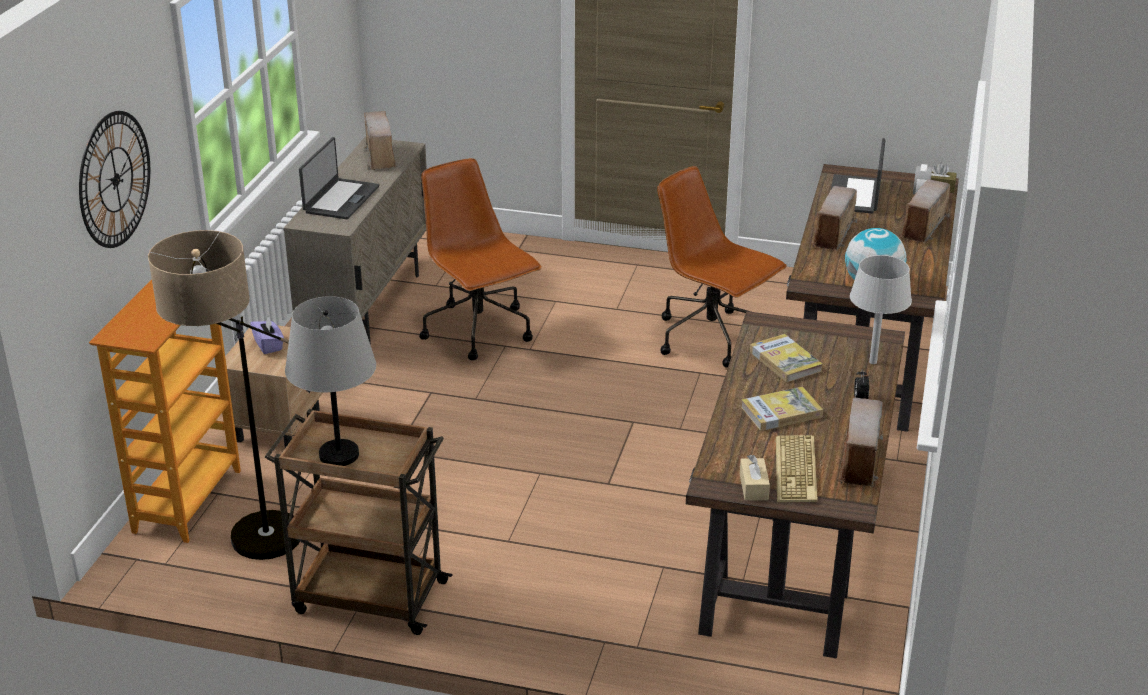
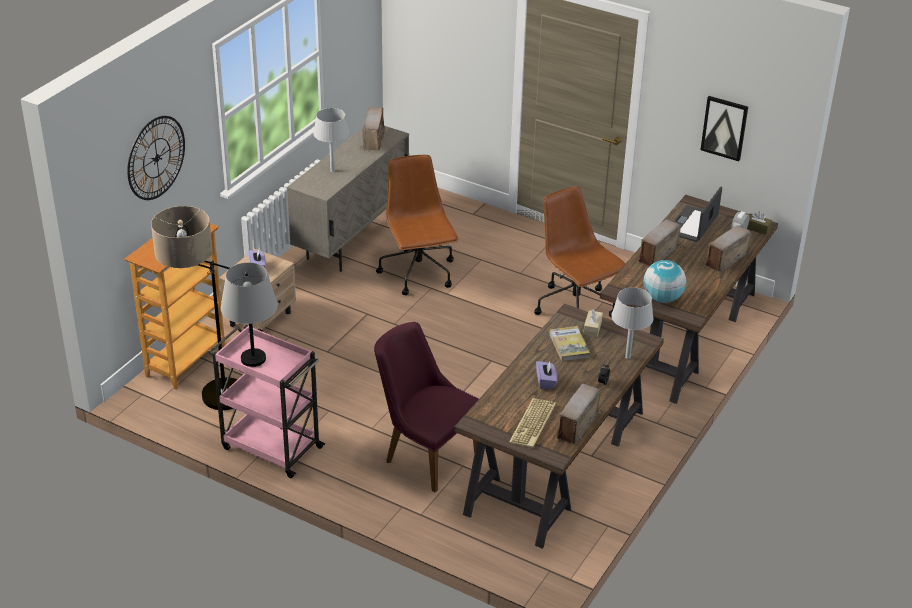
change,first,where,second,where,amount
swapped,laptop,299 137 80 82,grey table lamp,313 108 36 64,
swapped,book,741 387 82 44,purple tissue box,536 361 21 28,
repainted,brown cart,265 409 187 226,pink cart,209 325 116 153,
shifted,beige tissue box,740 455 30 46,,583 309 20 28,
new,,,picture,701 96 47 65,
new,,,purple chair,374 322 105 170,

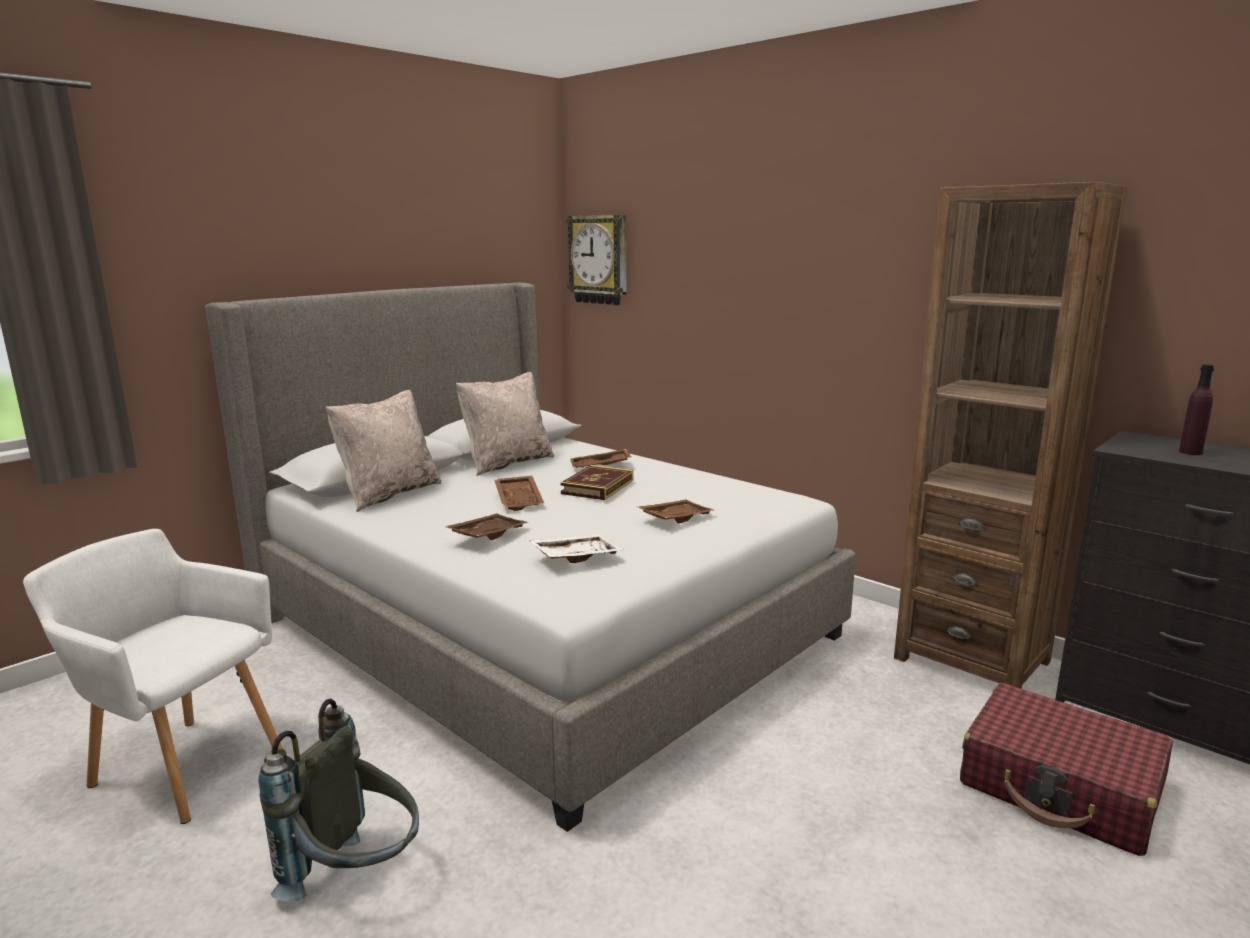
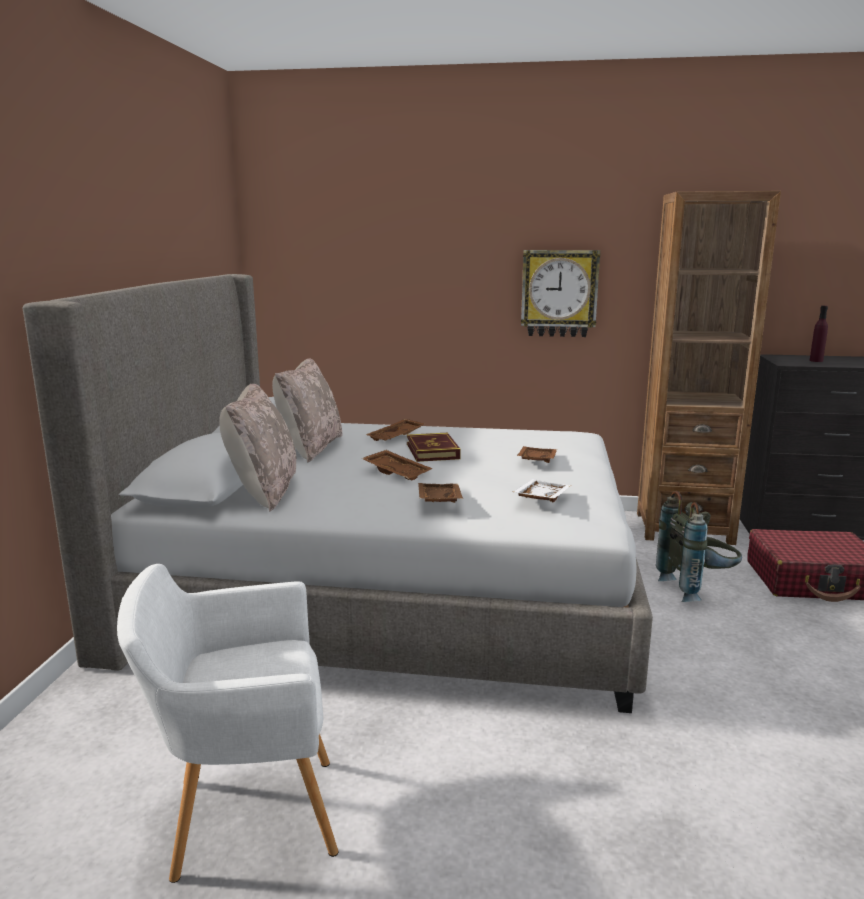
change,first,where,second,where,amount
shifted,wall clock,566 215 60 90,,521 250 79 87,
shifted,grey backpack,259 698 160 204,,656 491 86 111,

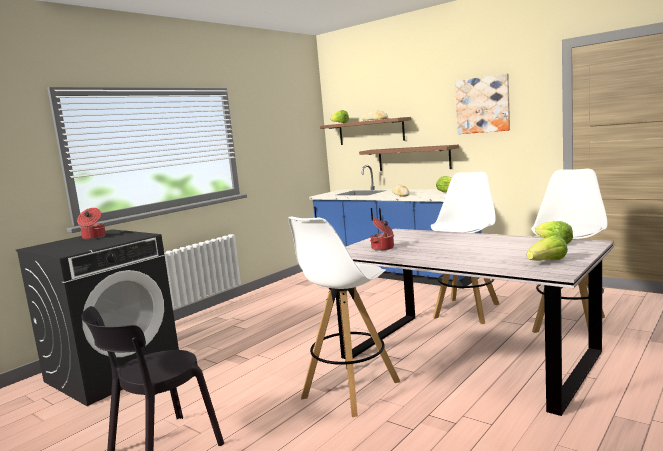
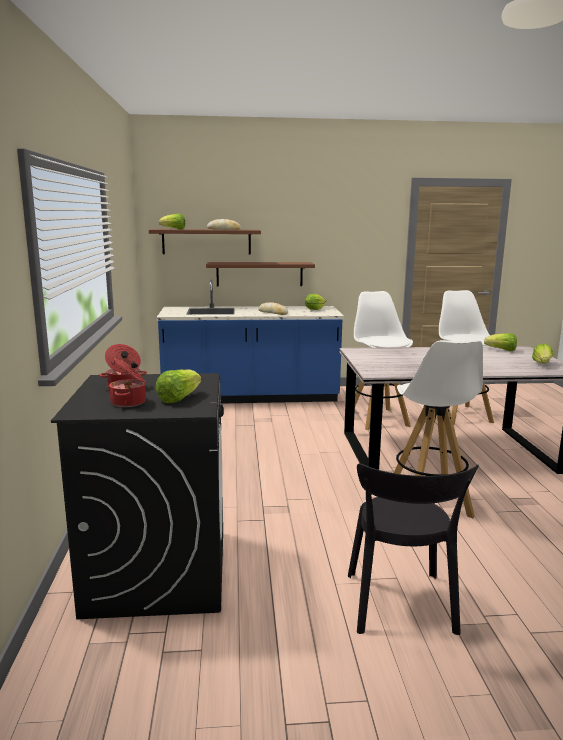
change,first,where,second,where,amount
gone,picture,455 74 55 60,,,
shifted,cooking pot,370 218 24 33,,108 358 38 49,
new,,,lettuce,156 369 45 34,

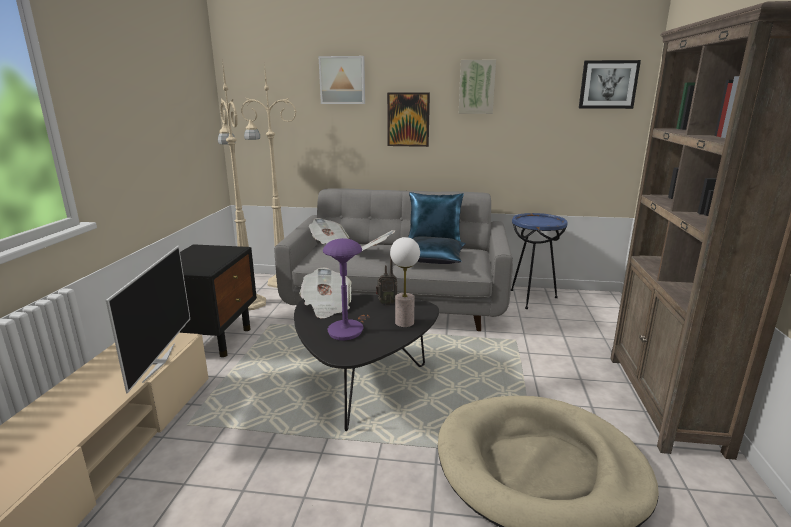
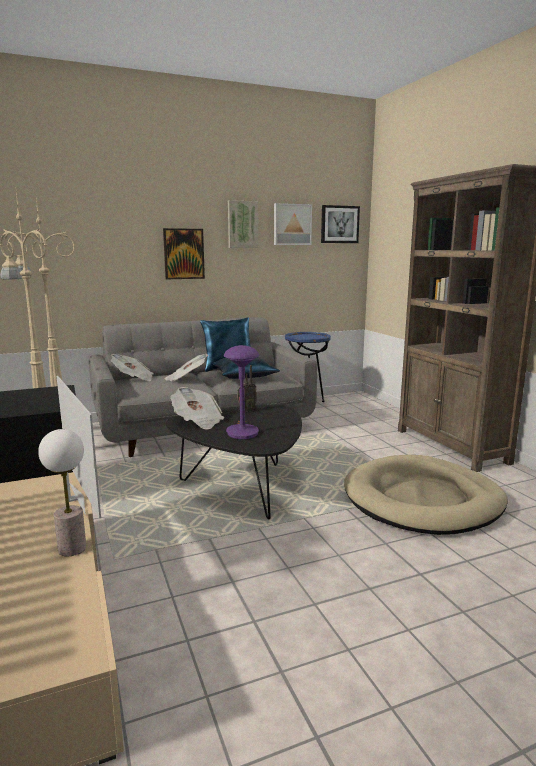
change,first,where,second,where,amount
shifted,picture,319 56 46 48,,274 203 38 42,
shifted,table lamp,390 237 30 90,,38 429 48 127,

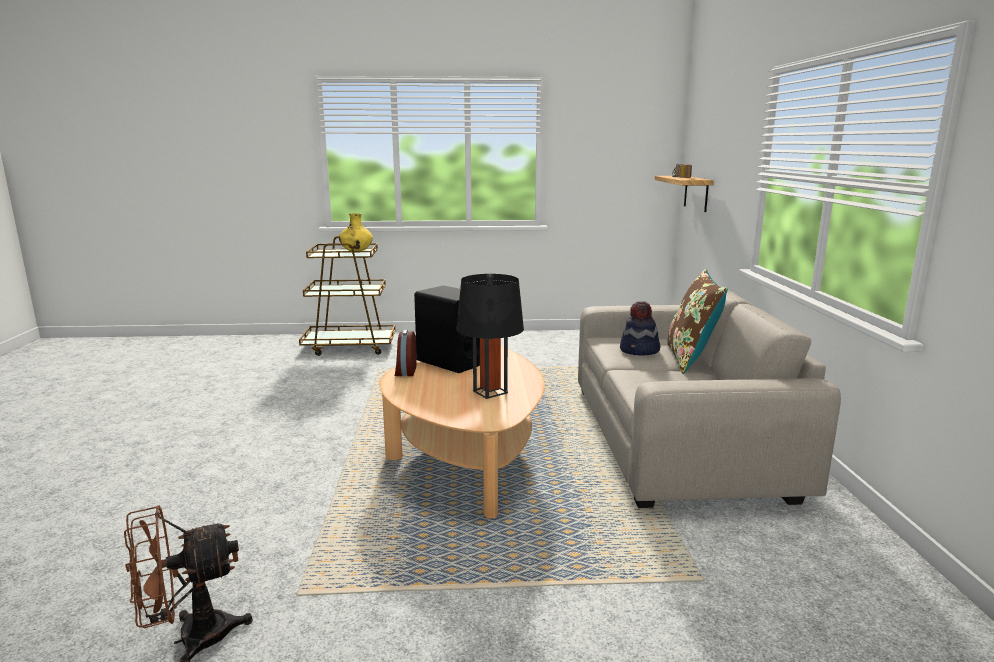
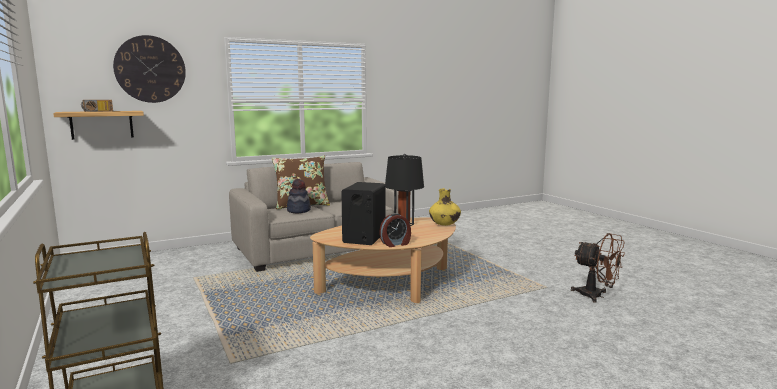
change,first,where,second,where,amount
shifted,yellow vase,339 213 34 38,,429 188 32 38,
new,,,wall clock,113 35 73 68,

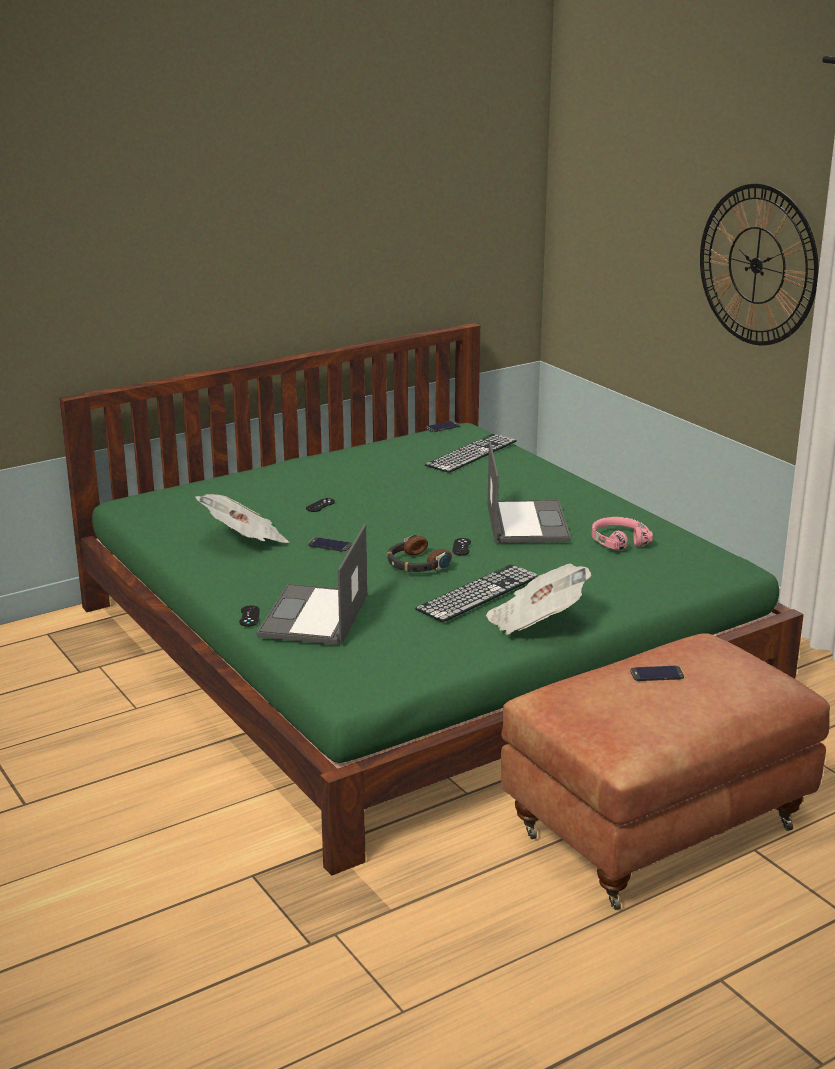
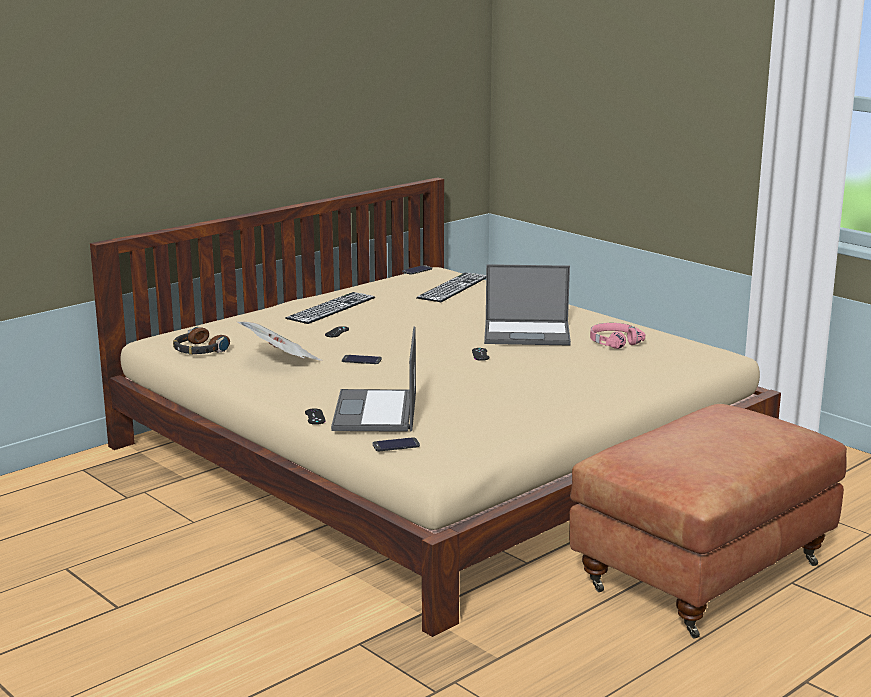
change,first,where,second,where,amount
gone,wall clock,700 184 118 161,,,
repainted,green bed,59 323 745 553,beige bed,90 177 691 460,
rotated,laptop,487 441 84 102,,484 264 87 82,105 degrees clockwise
shifted,headphones,387 535 65 37,,173 327 57 28,
gone,newspaper,486 563 105 72,,,
shifted,keyboard,415 565 124 57,,285 292 90 32,
shifted,phone,630 666 54 15,,373 437 47 14,

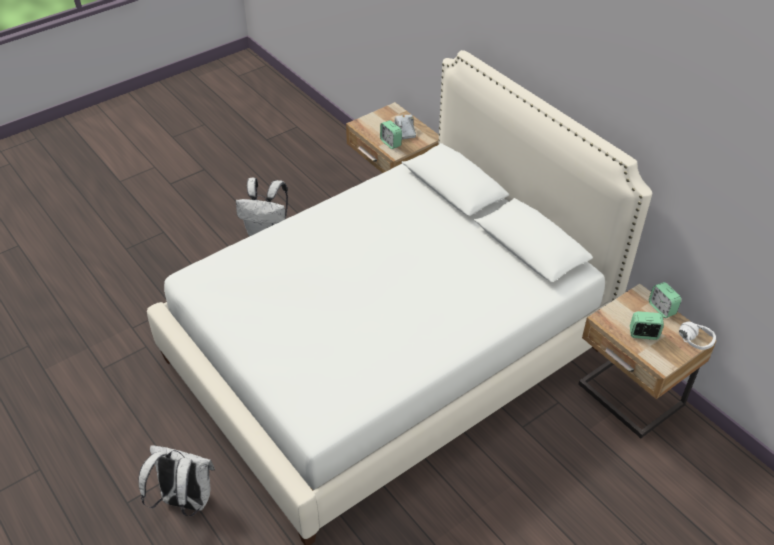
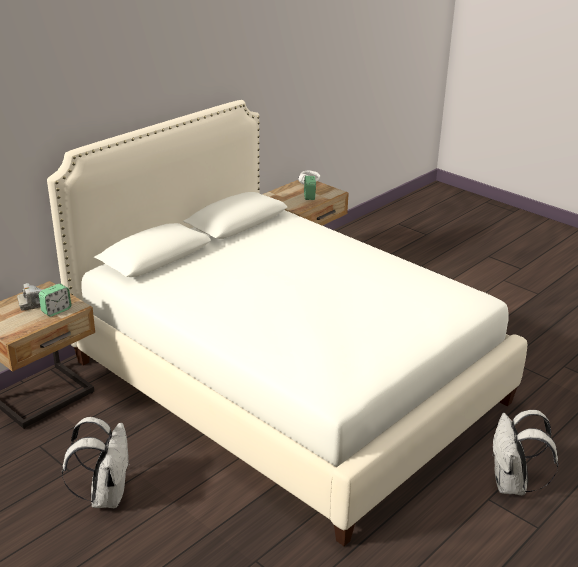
change,first,where,second,where,amount
gone,alarm clock,649 282 33 36,,,

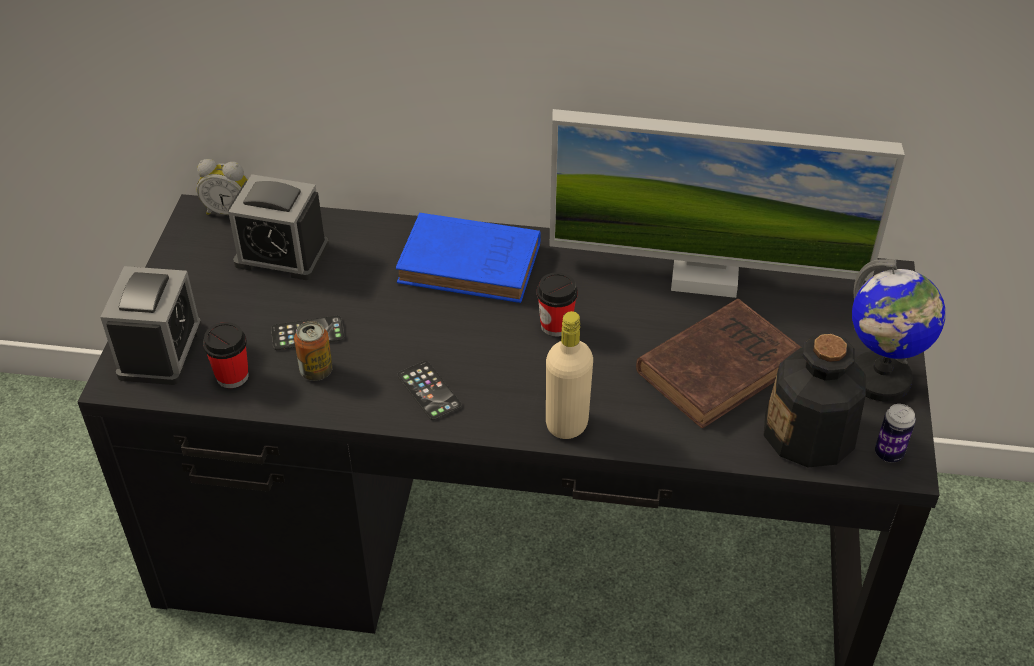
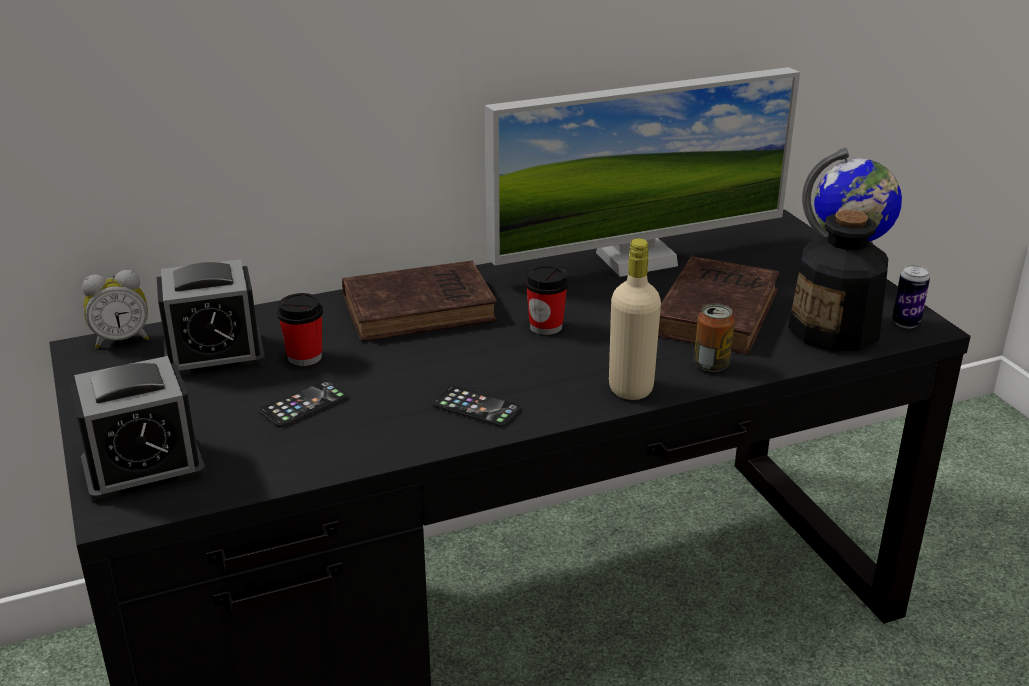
change,first,where,second,where,amount
repainted,blue book,396 213 145 90,brown book,342 260 155 81,
rotated,alarm clock,100 266 102 119,,70 356 136 148,90 degrees clockwise
shifted,can,294 321 39 60,,694 303 41 69,
shifted,cup,203 322 46 66,,277 293 46 73,

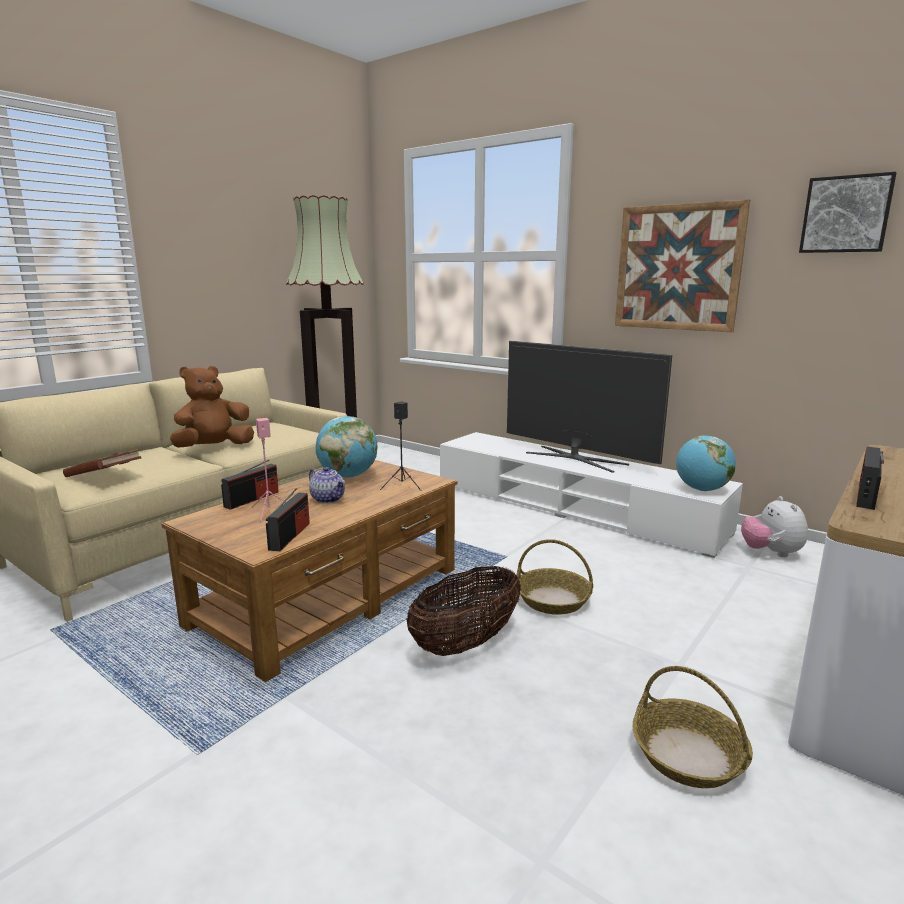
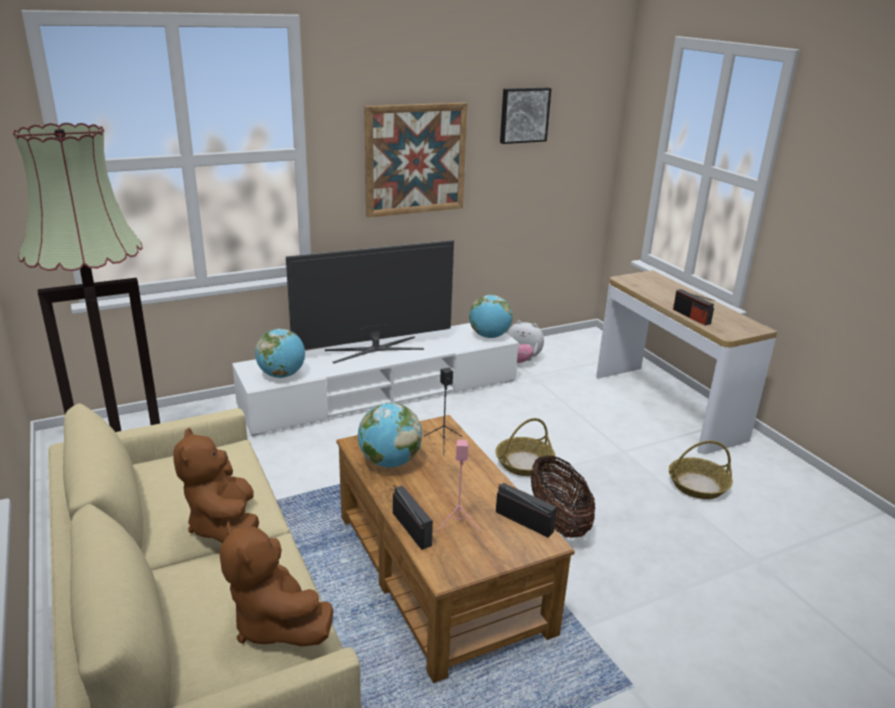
change,first,where,second,where,amount
swapped,brown book,63 448 78 29,brown plush toy,219 522 114 125,
gone,teapot,309 467 36 36,,,
new,,,globe,255 329 50 49,

